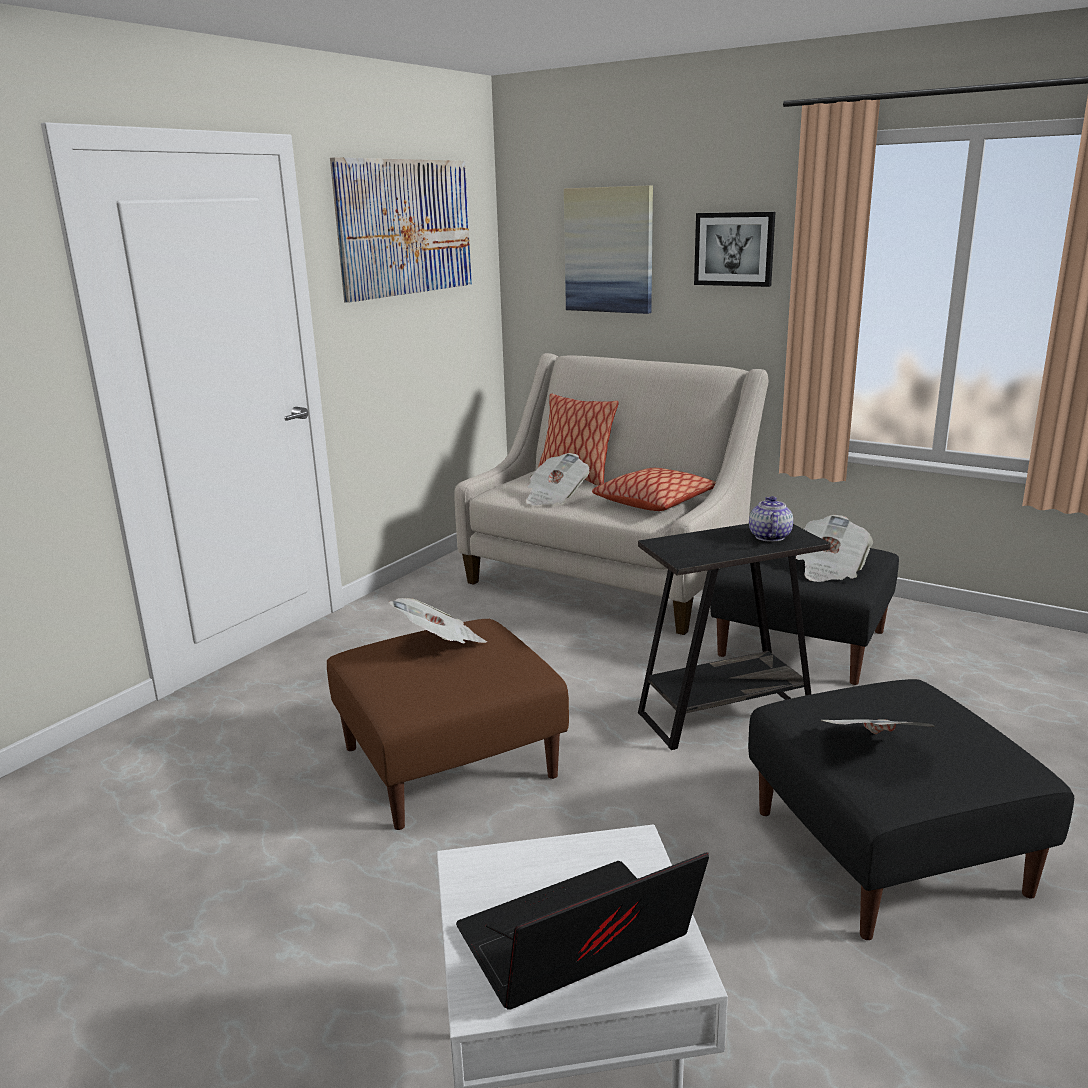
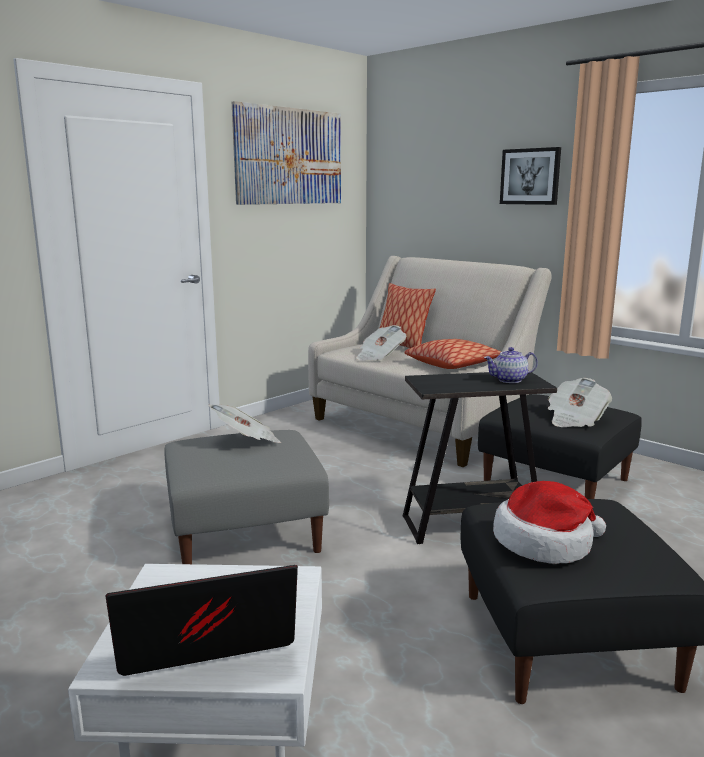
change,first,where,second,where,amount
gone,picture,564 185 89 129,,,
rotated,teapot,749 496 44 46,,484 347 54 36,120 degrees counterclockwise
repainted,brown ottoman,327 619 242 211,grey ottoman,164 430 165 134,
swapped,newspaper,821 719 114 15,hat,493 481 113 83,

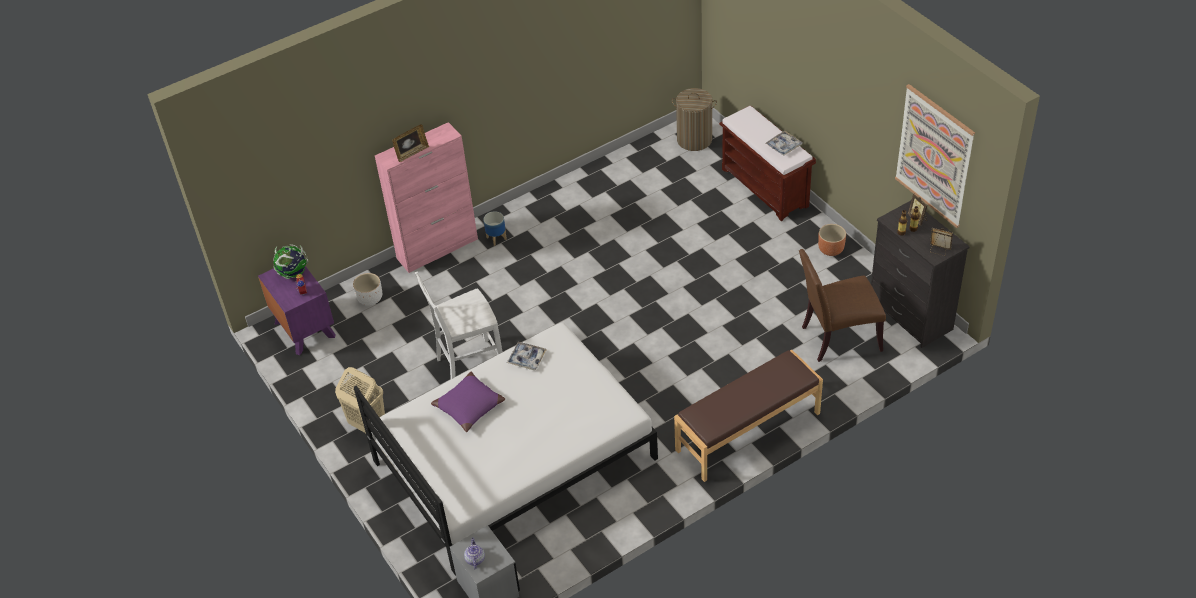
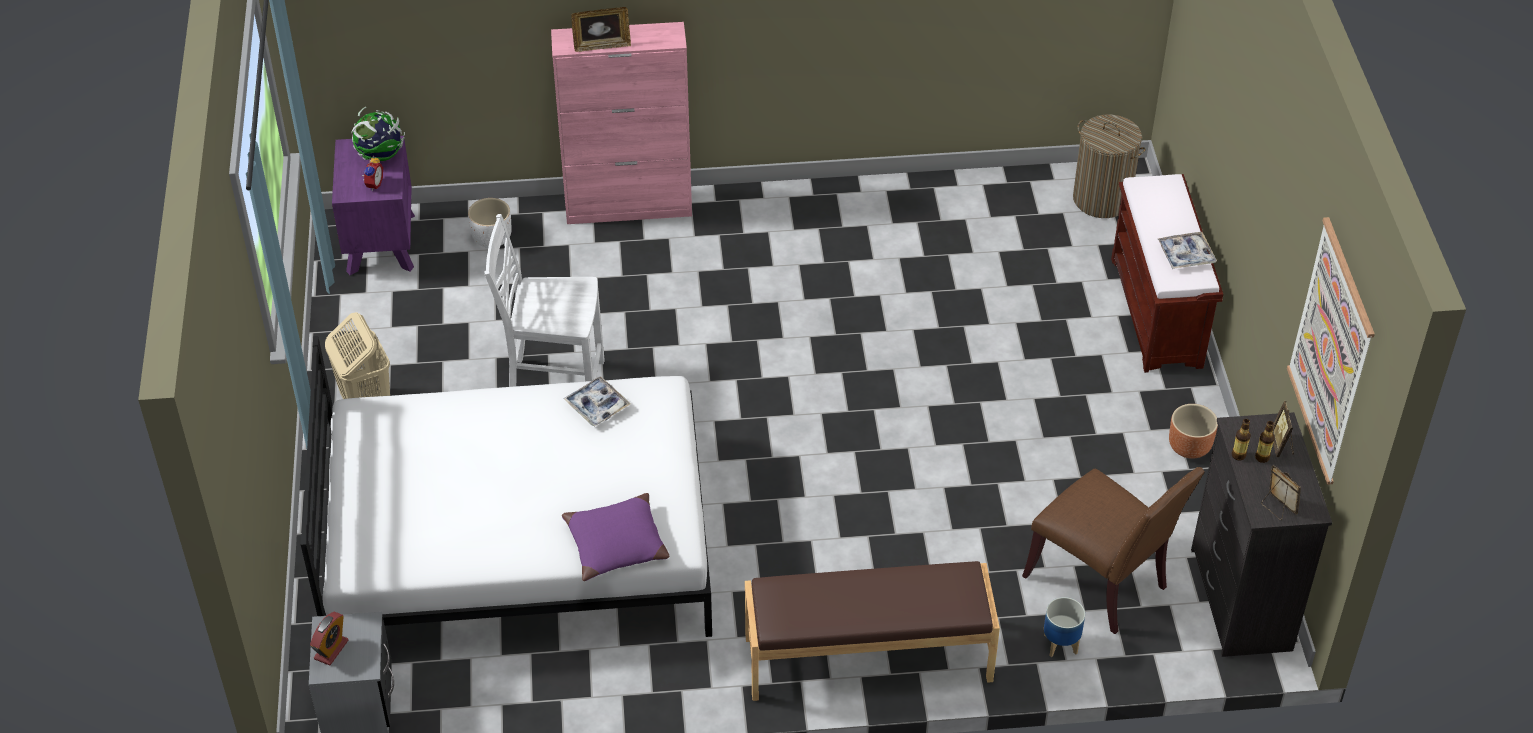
change,first,where,second,where,amount
shifted,planter,483 211 24 35,,1044 597 41 60,
rotated,brown chair,799 249 87 113,,1022 467 183 167,150 degrees counterclockwise
shifted,purple pillow,431 372 74 60,,562 493 107 88,
swapped,teapot,464 537 21 33,alarm clock,310 612 38 53,

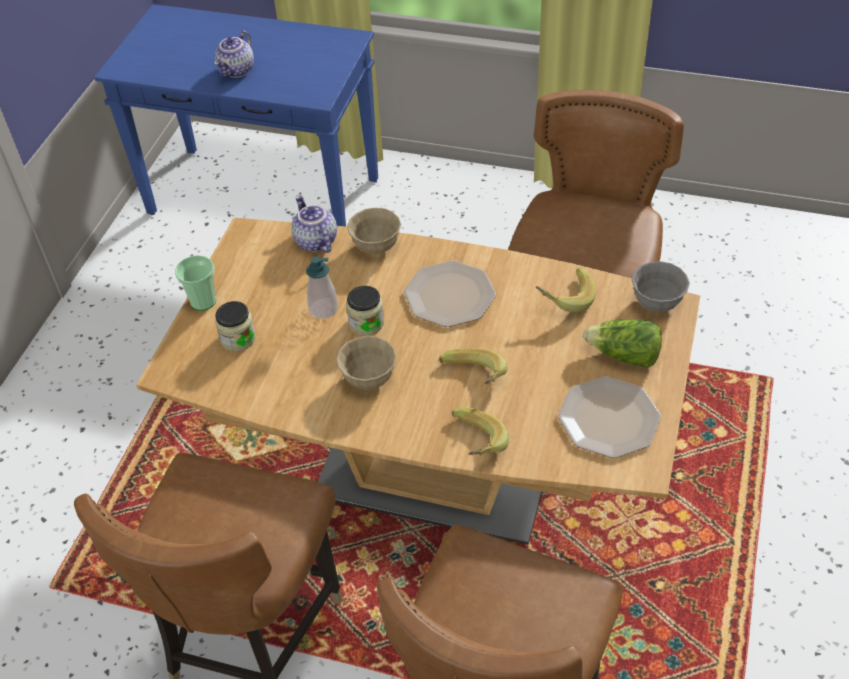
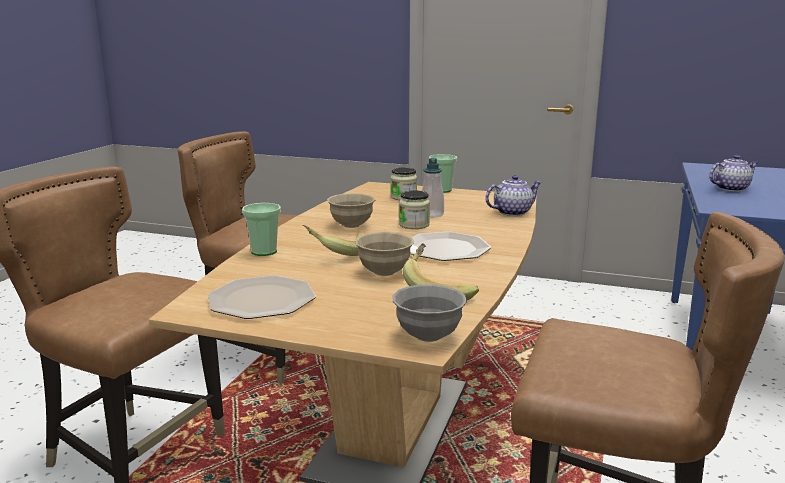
change,first,where,second,where,amount
rotated,teapot,214 30 40 48,,709 155 50 37,135 degrees clockwise
shifted,beige bowl,347 208 54 46,,355 232 59 44,
gone,lettuce,583 319 79 49,,,
swapped,banana,451 407 58 48,cup,242 203 39 53,

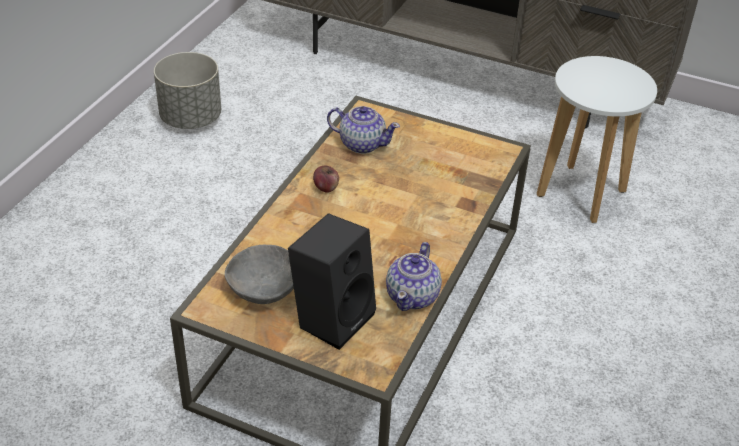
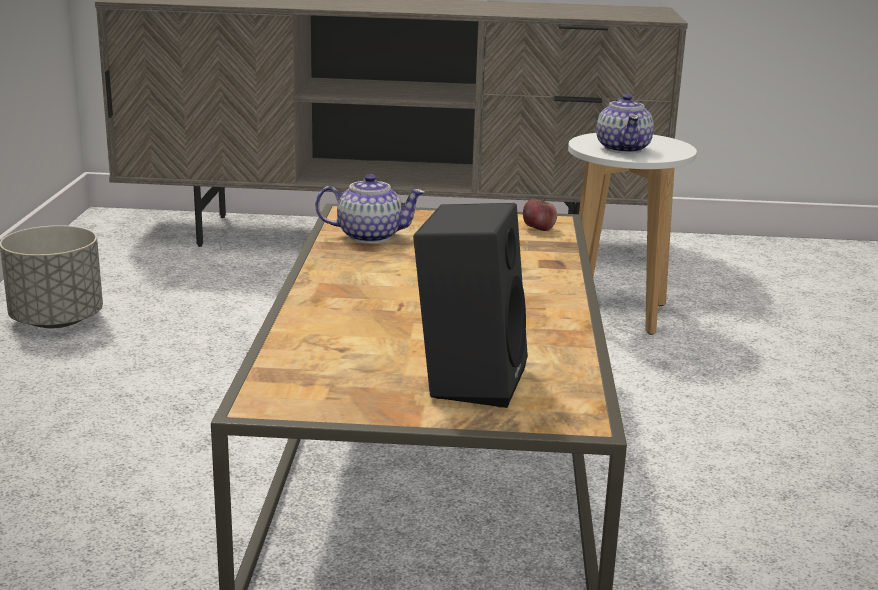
change,first,where,second,where,amount
shifted,apple,313 166 26 27,,523 198 34 33,
shifted,teapot,386 242 56 69,,596 94 58 59,
gone,grey bowl,225 245 69 59,,,

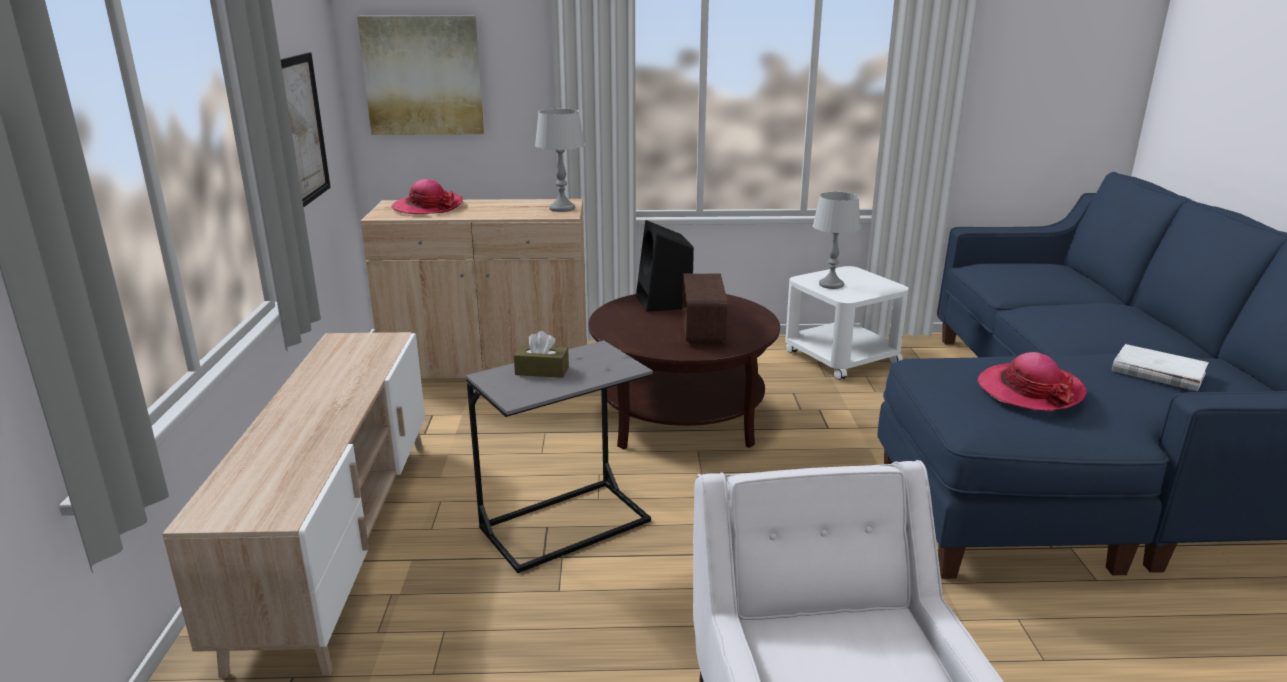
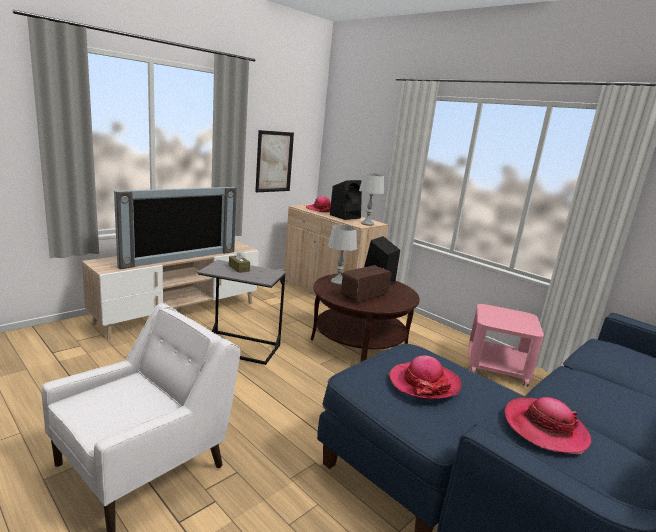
change,first,where,second,where,amount
gone,picture,357 16 127 119,,,
shifted,grey table lamp,813 192 48 97,,328 225 29 60,
repainted,white side table,785 266 124 114,pink side table,468 304 76 83,
swapped,white book,1112 344 97 47,hat,505 397 86 57,
new,,,black speaker,330 180 32 40,
new,,,television,114 187 123 82,

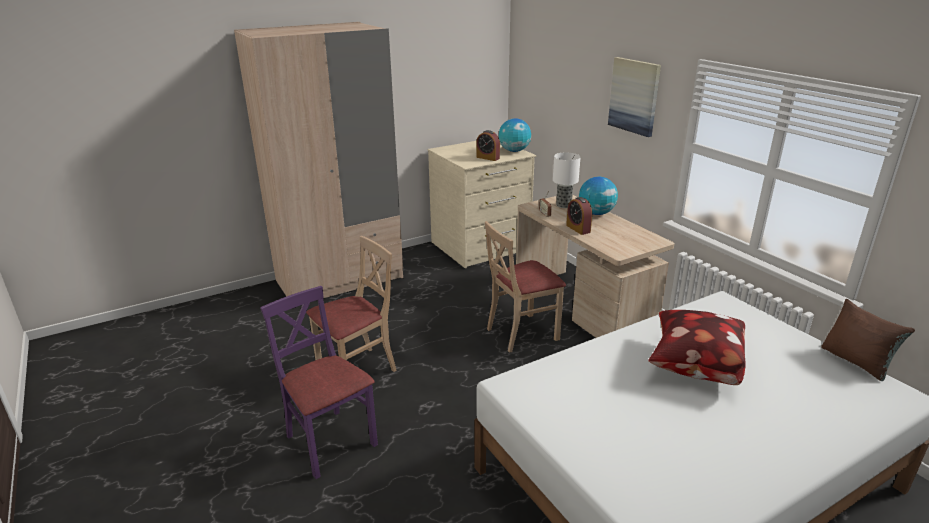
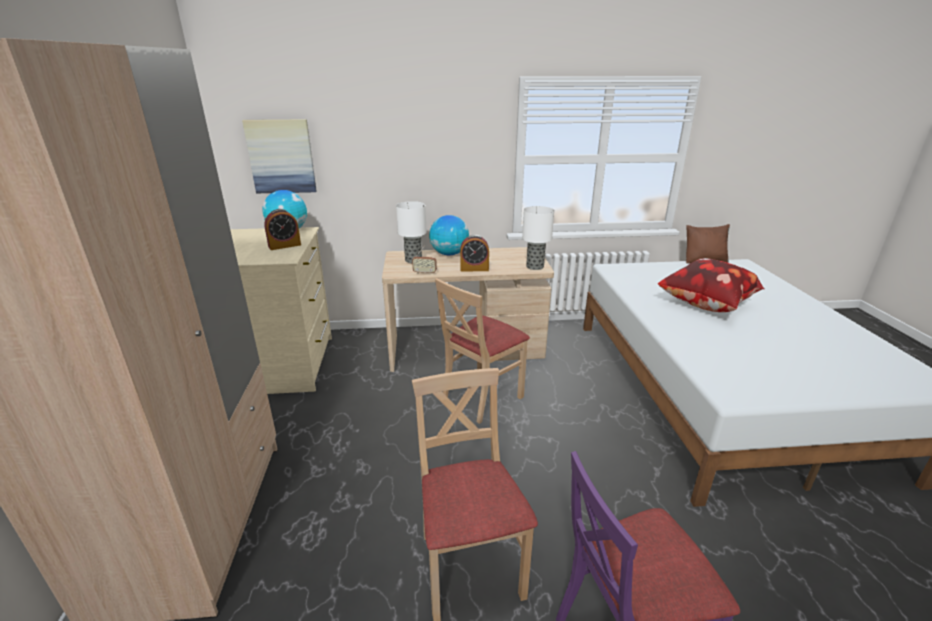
change,first,where,second,where,amount
shifted,picture,608 57 53 80,,242 119 75 74,
rotated,beige chair,485 221 81 132,,435 278 95 146,45 degrees clockwise
new,,,table lamp,522 206 32 64,

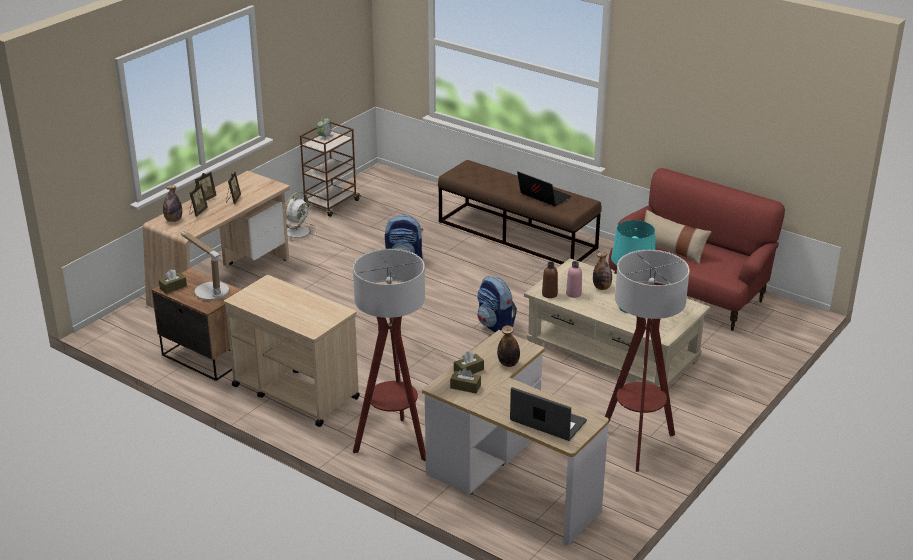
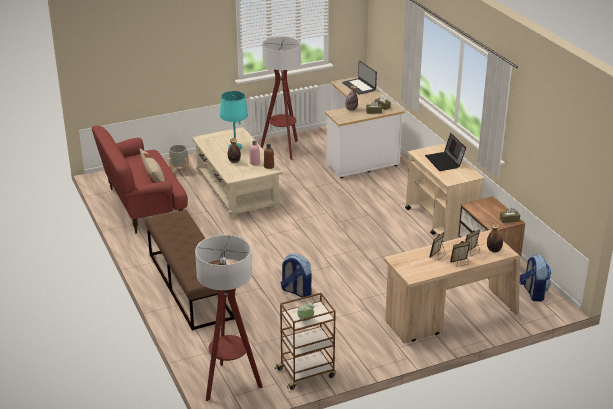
change,first,where,second,where,amount
shifted,laptop,517 171 54 35,,425 133 41 38,
gone,white fan,285 191 32 50,,,
gone,table lamp,181 231 48 69,,,
shifted,floor lamp,353 249 73 212,,195 235 68 166,
shifted,backpack,477 276 40 56,,520 254 31 48,
new,,,grey planter,169 144 20 31,

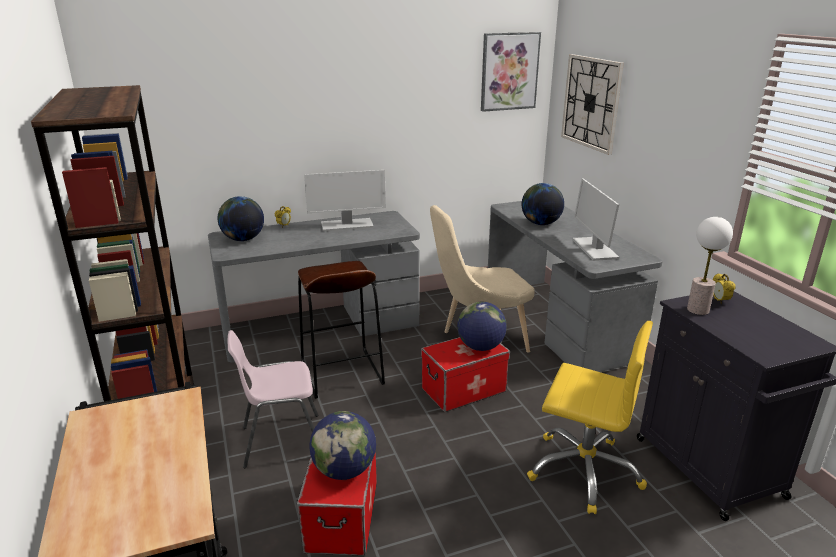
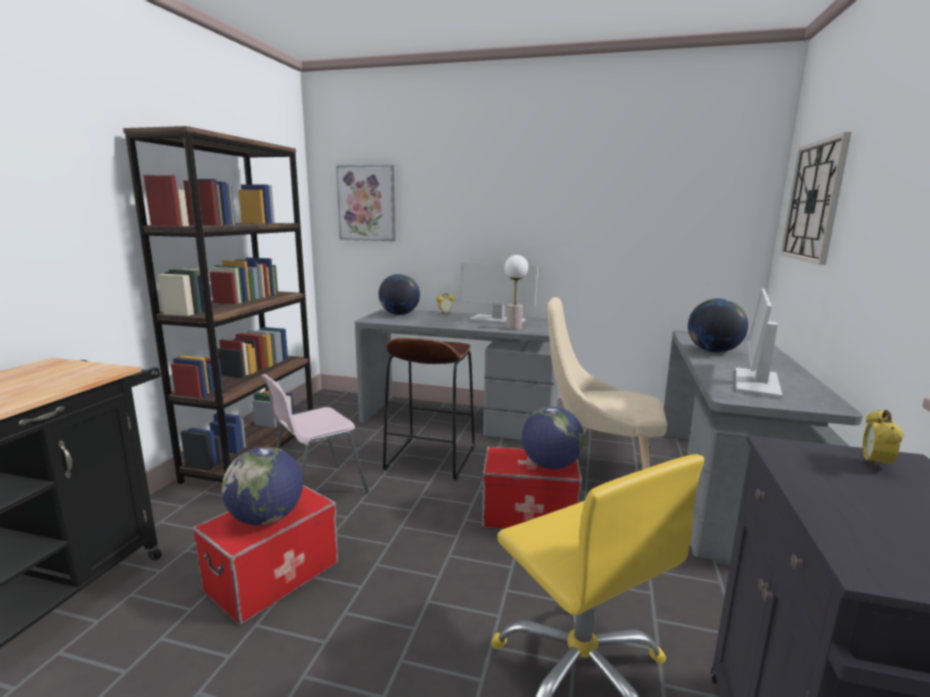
change,first,where,second,where,amount
shifted,picture,481 32 60 80,,336 165 59 76,
shifted,table lamp,687 217 46 98,,504 255 24 75,
rotated,pink chair,228 330 90 138,,261 374 108 119,60 degrees counterclockwise

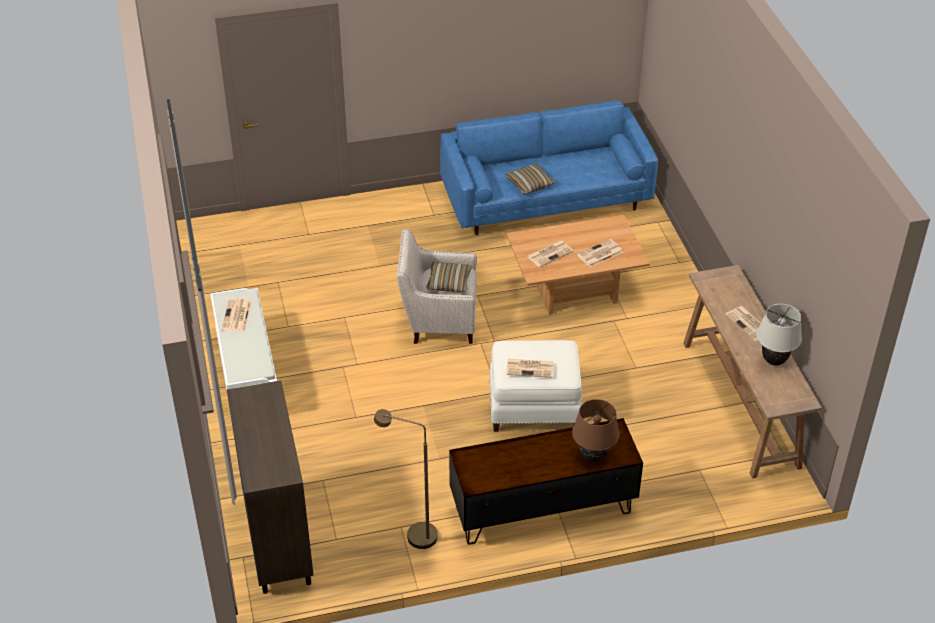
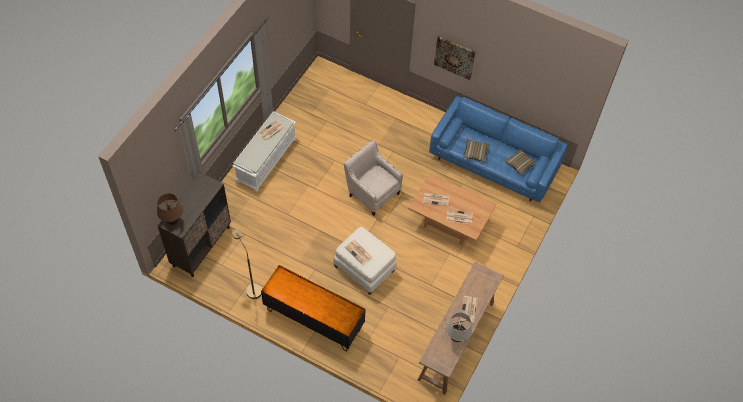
change,first,where,second,where,amount
shifted,pillow,426 262 46 30,,505 149 31 26,
shifted,brown table lamp,572 399 47 63,,157 193 26 32,
new,,,picture,434 36 41 44,

